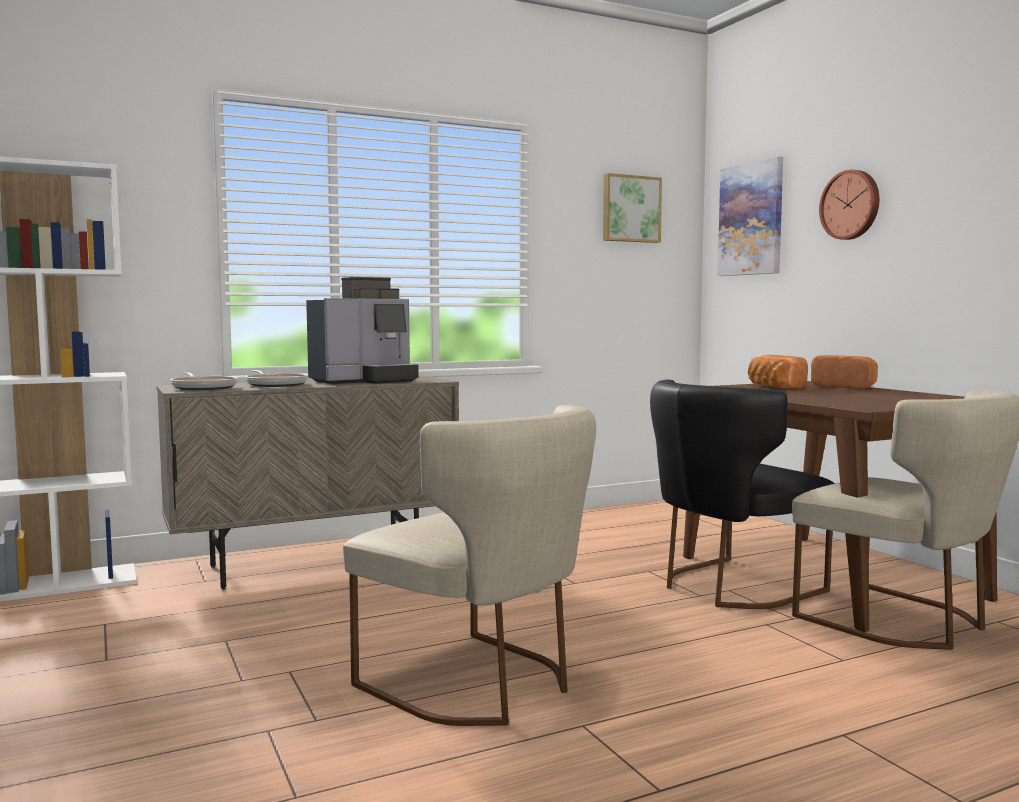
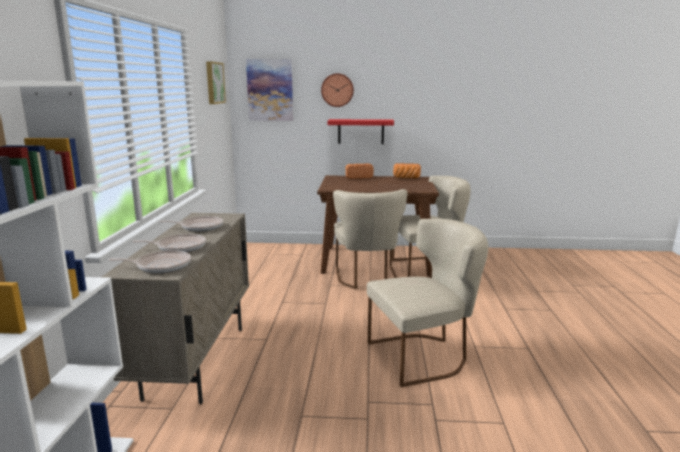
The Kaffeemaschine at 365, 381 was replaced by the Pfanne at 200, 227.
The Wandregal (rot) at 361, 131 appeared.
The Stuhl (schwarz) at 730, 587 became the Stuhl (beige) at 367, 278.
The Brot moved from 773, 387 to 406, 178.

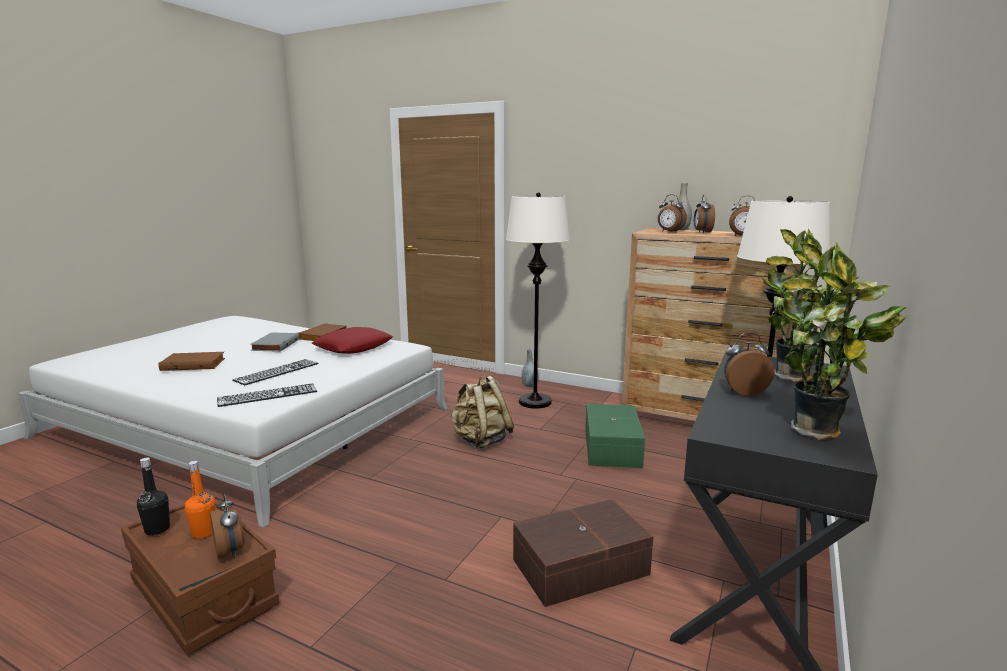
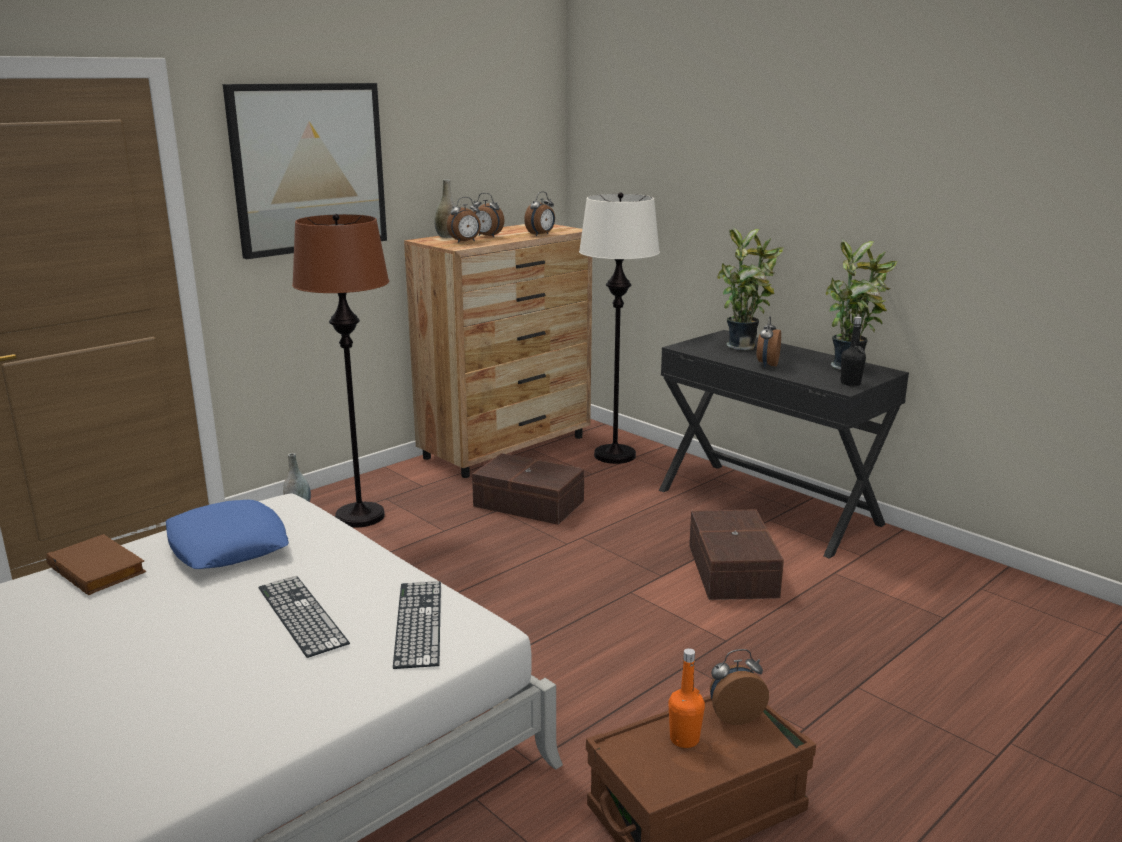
The Kissen (rot) at 354, 347 became the Kissen (blau) at 227, 545.
The Bild at 309, 168 appeared.
The Stehlampe (weiß) at 535, 402 became the Stehlampe (braun) at 360, 516.
The Aufbewahrungsbox (grün) at 610, 447 became the Aufbewahrungsbox (braun) at 529, 504.
The Flasche (schwarz) moved from 157, 529 to 850, 383.
The Buch (braun) at 194, 364 disappeared.
The Buch (grau) at 275, 345 disappeared.
The Rucksack (beige) at 481, 441 disappeared.

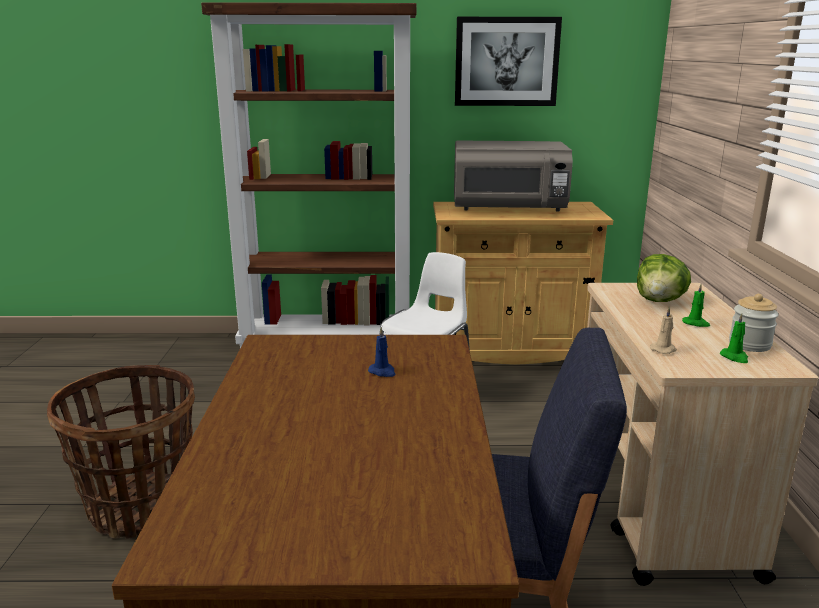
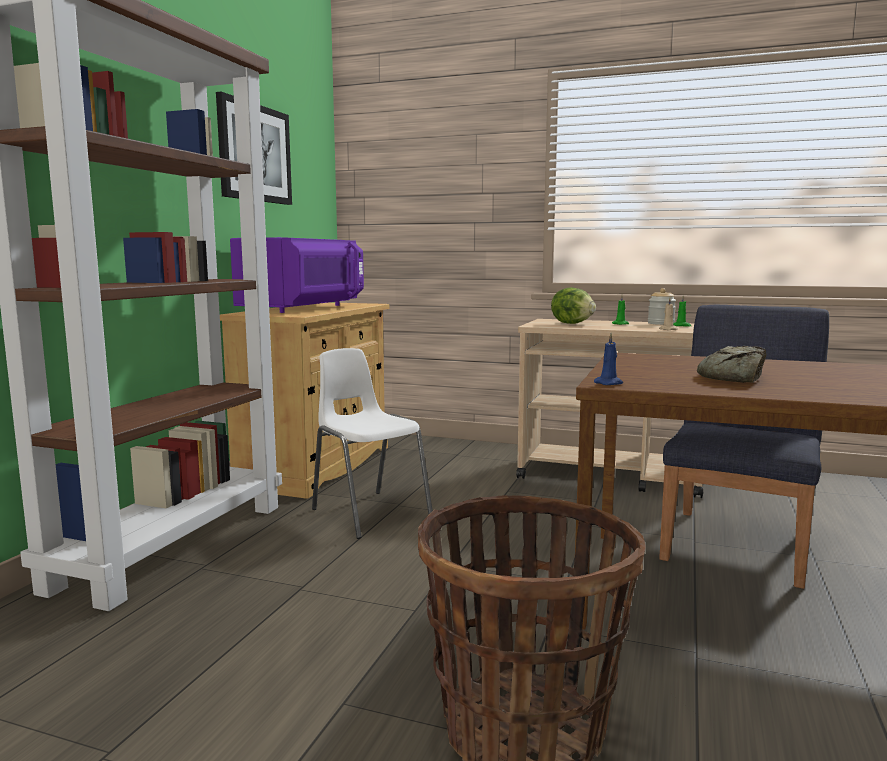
The Mikrowelle (grau) at 508, 209 became the Mikrowelle (lila) at 303, 308.
The Kerze (blau) moved from 382, 372 to 609, 383.
The Brot at 733, 378 appeared.

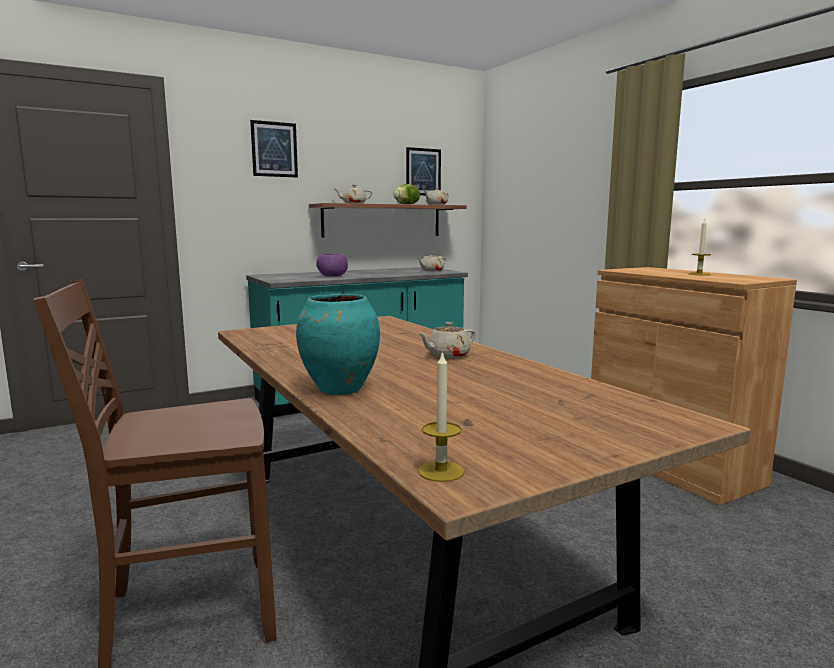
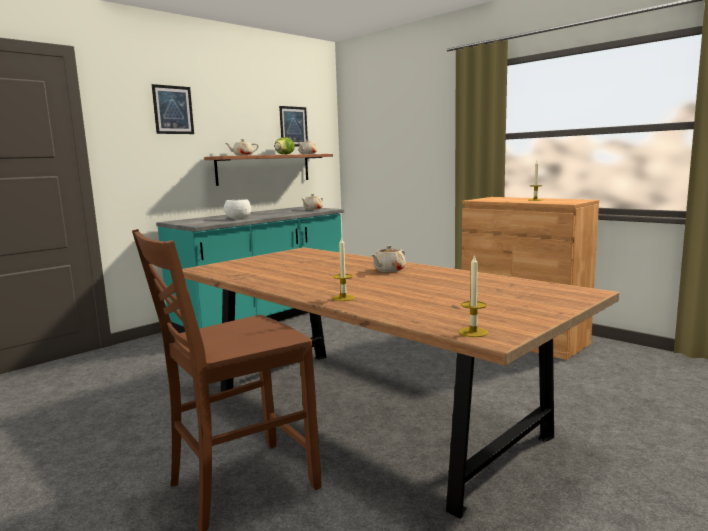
The Schüssel (lila) at 333, 276 became the Schüssel (weiß) at 238, 218.
The Vase (türkis) at 340, 389 was replaced by the Kerze at 343, 298.

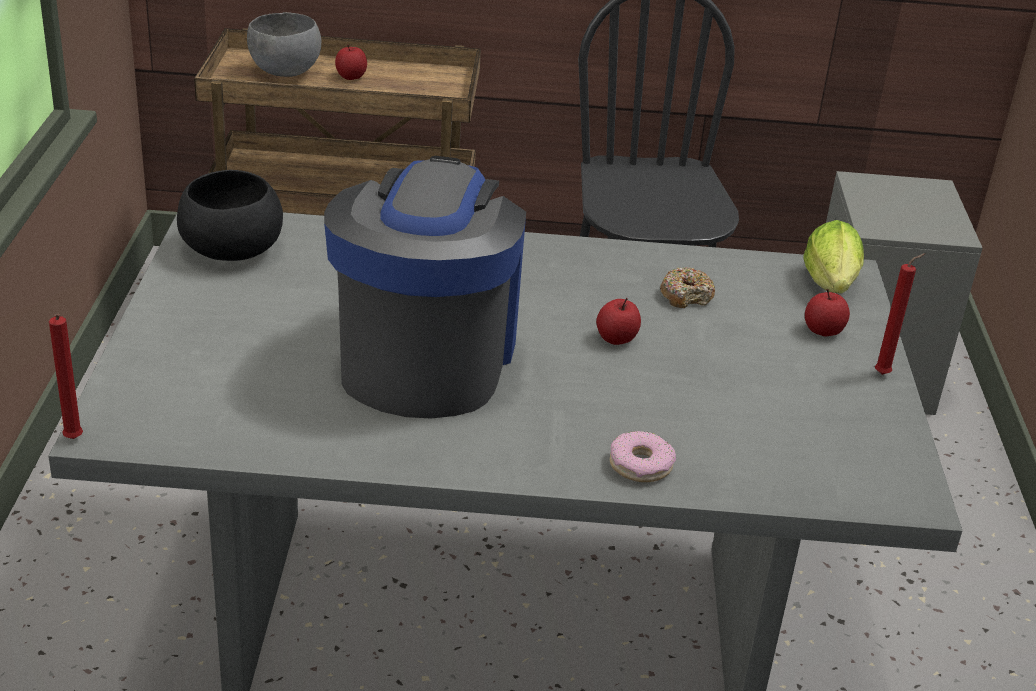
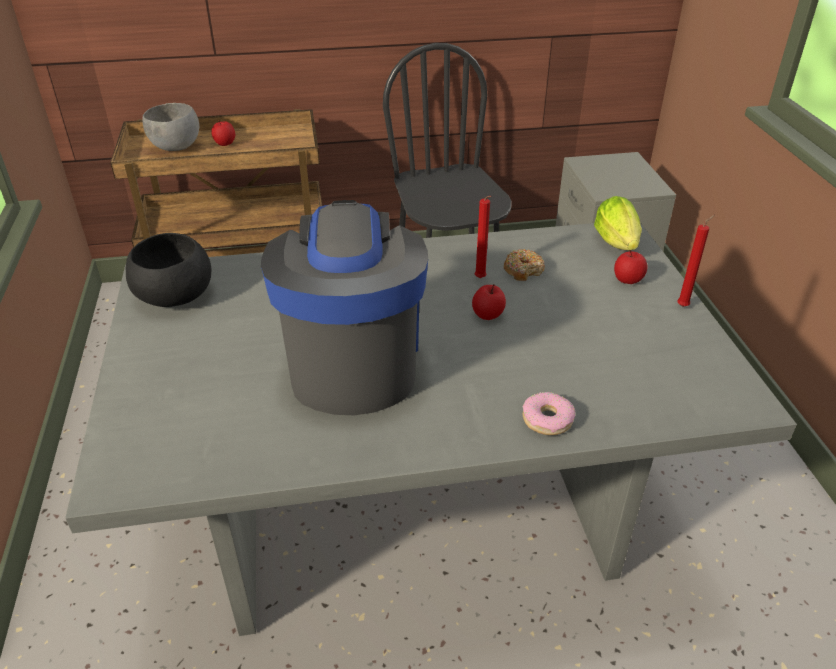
The Kerze (rot) moved from 73, 441 to 481, 279.

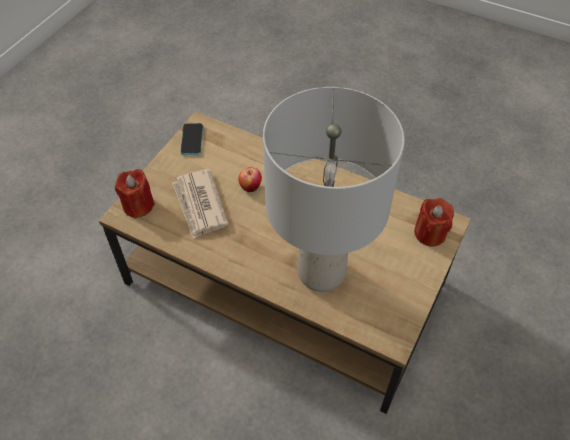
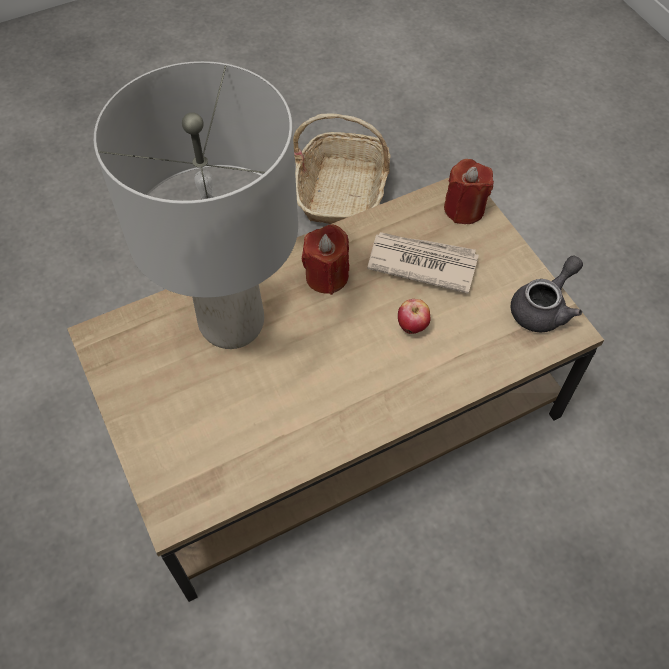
The Korb at 342, 191 appeared.
The Kerze (rot) moved from 430, 233 to 327, 276.
The Handy at 192, 140 was replaced by the Teekanne (grau) at 544, 307.

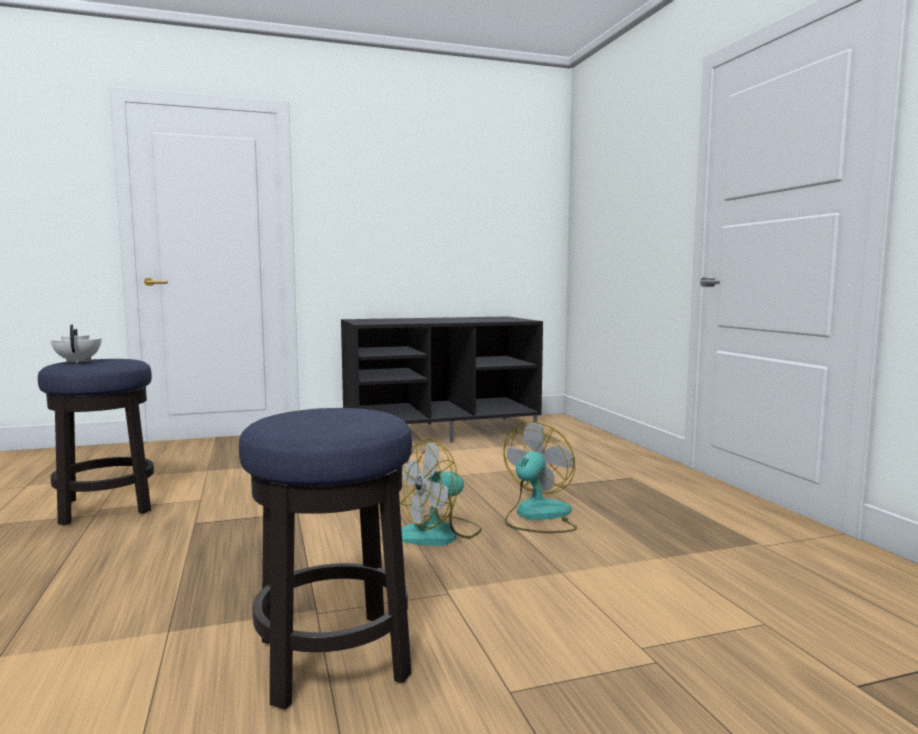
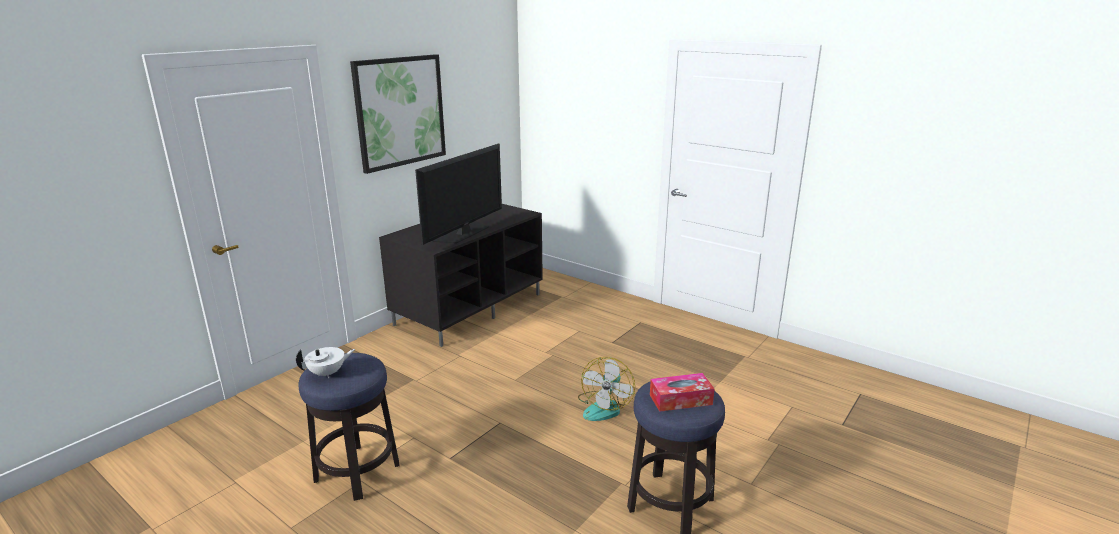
The Teekanne (weiß) at 78, 361 turned 120 degrees clockwise.
The Bild at 400, 112 appeared.
The Fernseher at 464, 233 appeared.
The Taschentuchbox at 680, 399 appeared.
The Ventilator at 537, 516 disappeared.

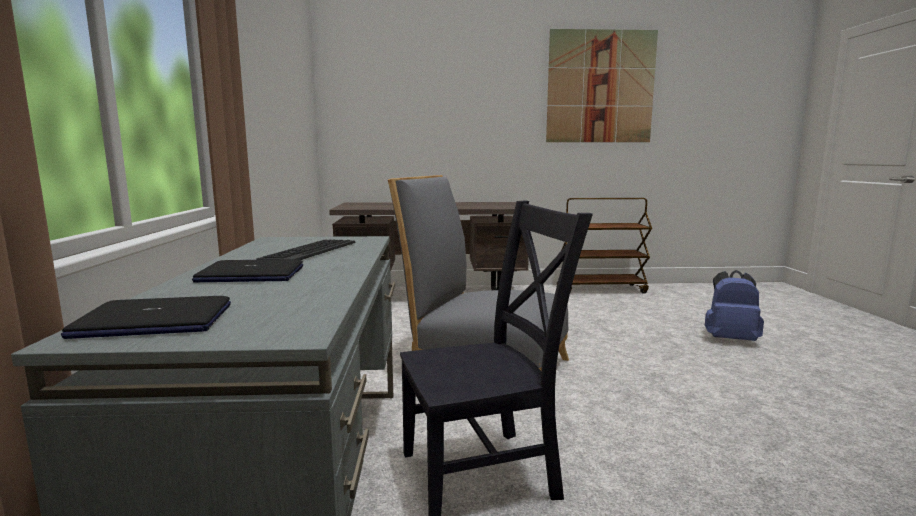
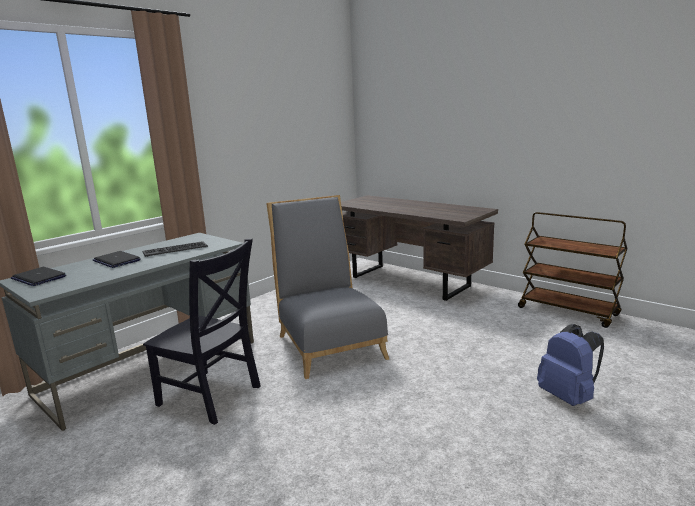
The Bild at 600, 87 disappeared.

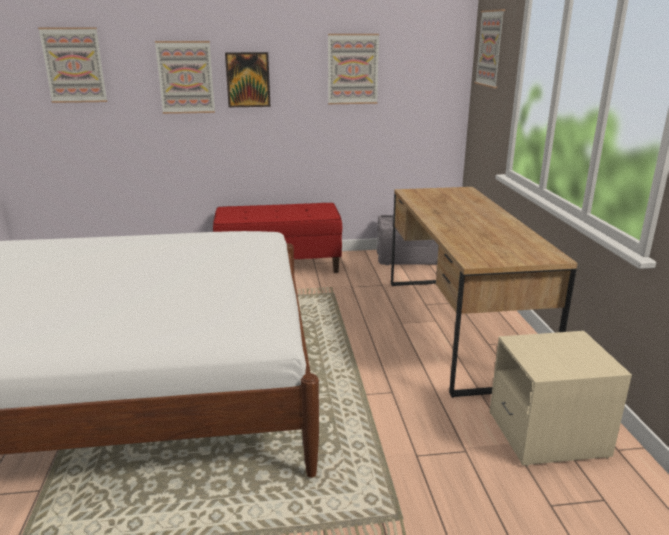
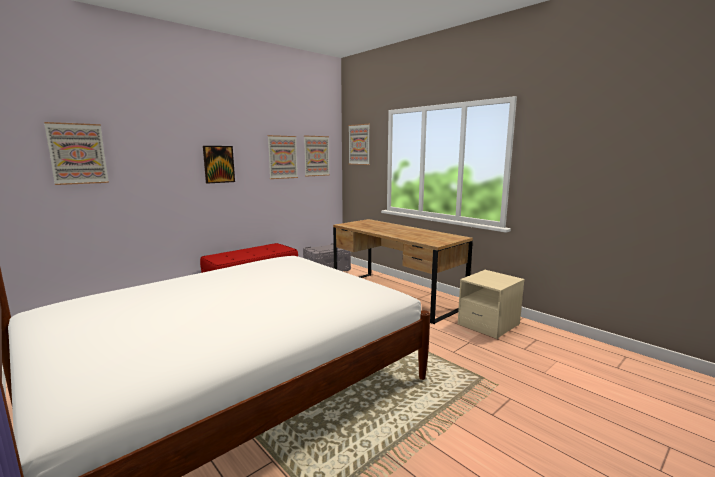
The Bild moved from 186, 77 to 316, 156.

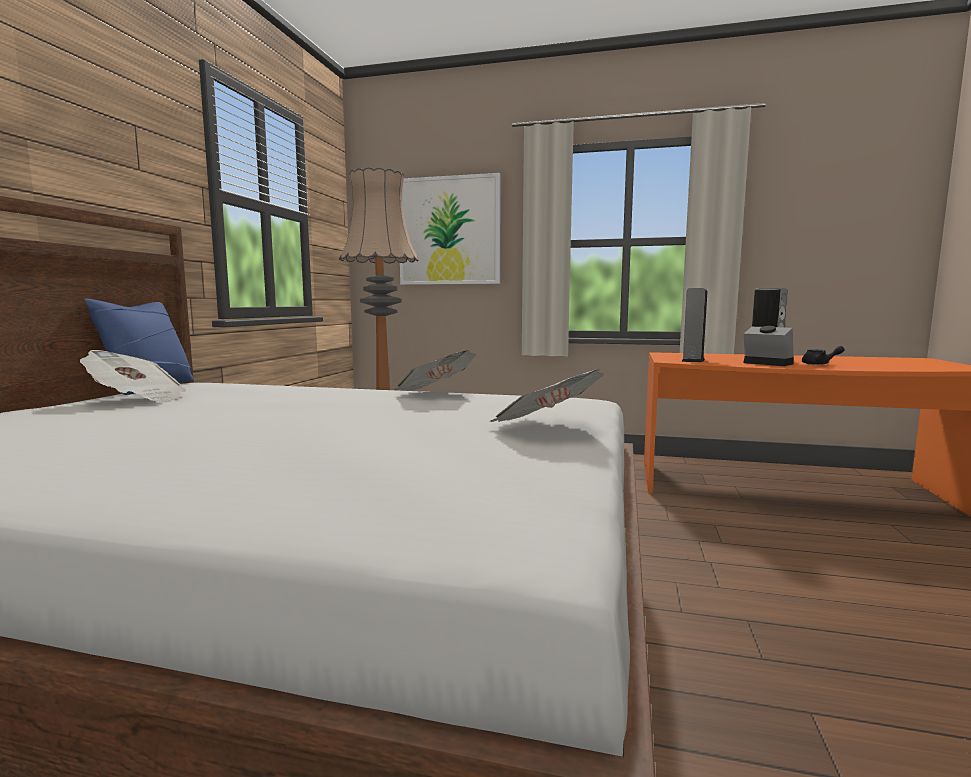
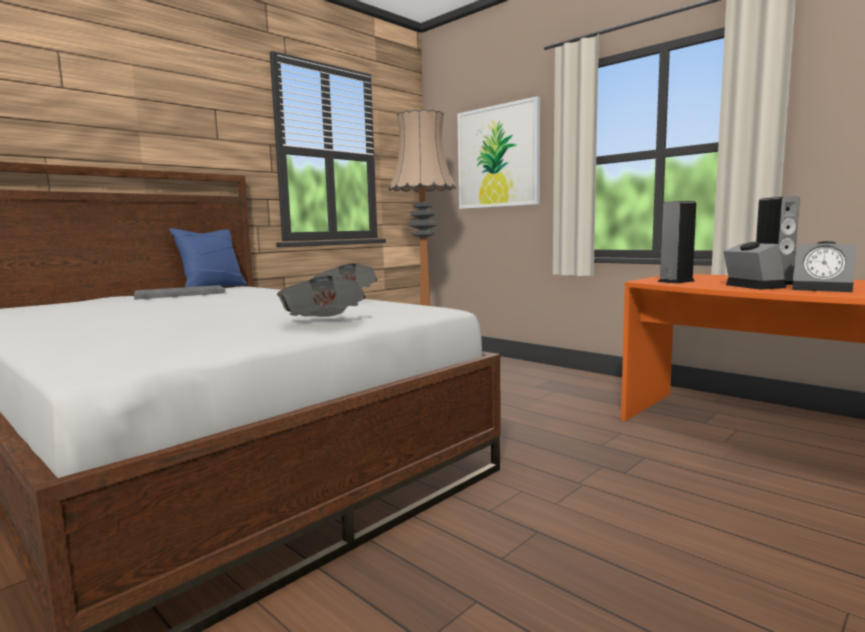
The Zeitung at 138, 400 was replaced by the Tablett (grau) at 181, 294.
The Teekanne (schwarz) at 819, 364 was replaced by the Wecker at 824, 289.

